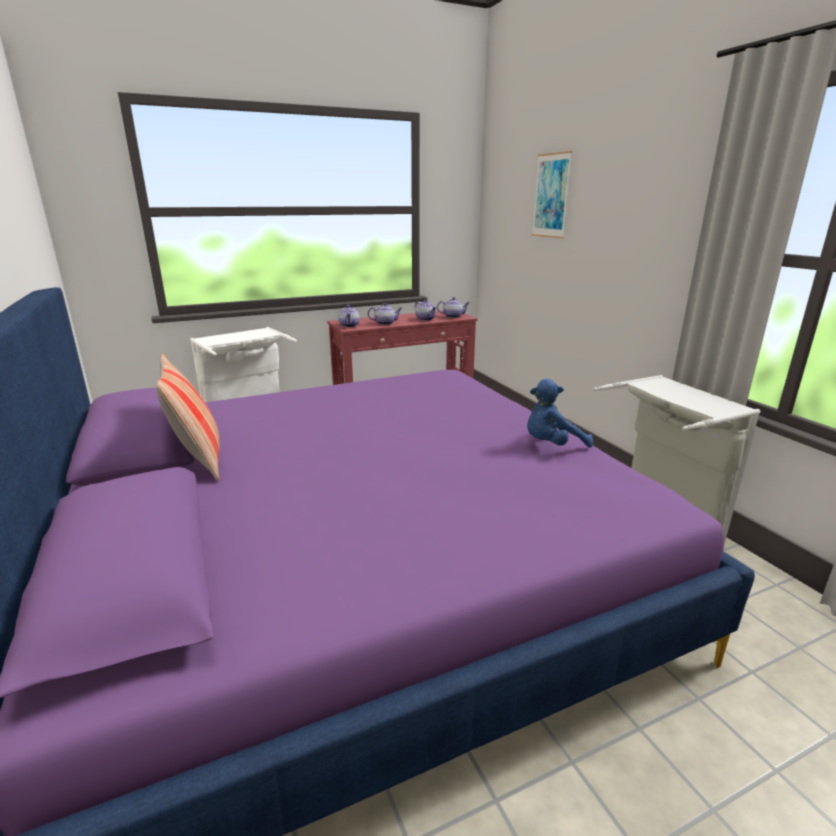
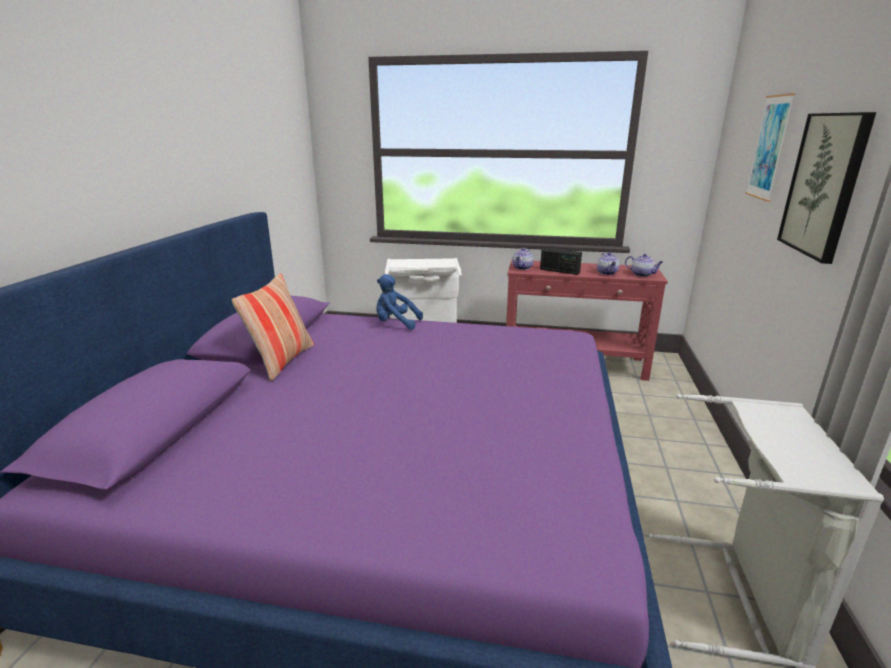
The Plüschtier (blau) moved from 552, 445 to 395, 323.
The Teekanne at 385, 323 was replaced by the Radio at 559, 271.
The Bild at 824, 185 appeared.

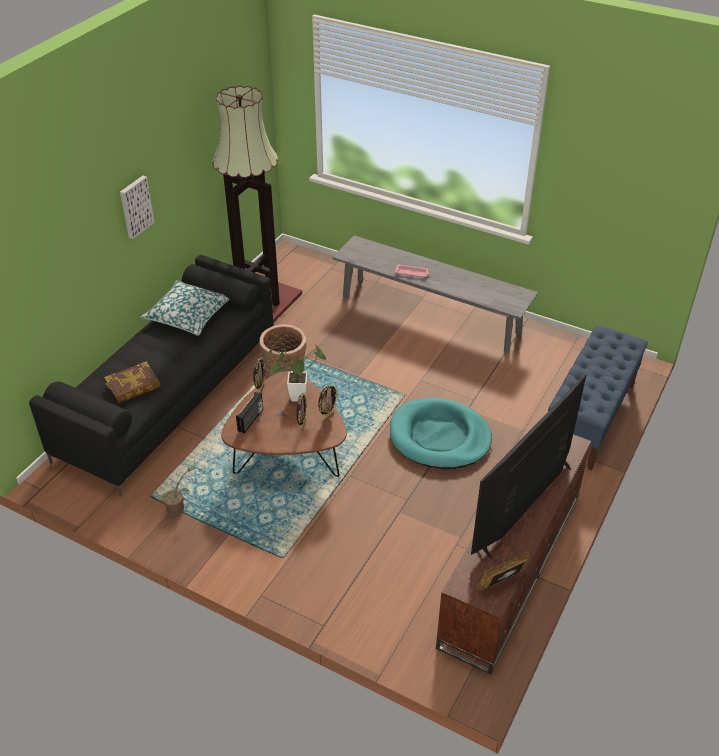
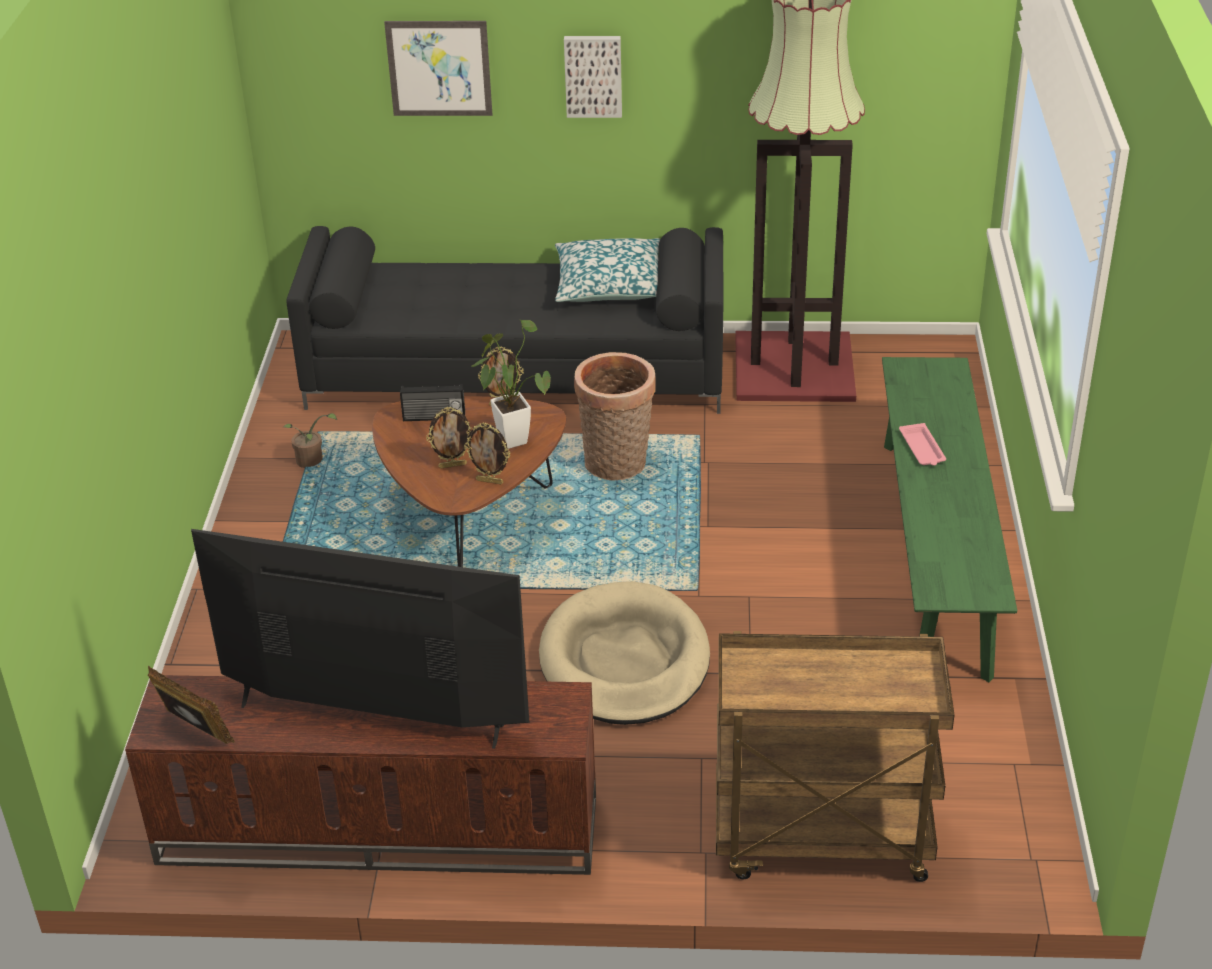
The Bild at 439, 68 appeared.
The Hundebett (türkis) at 439, 437 became the Hundebett (beige) at 624, 661.
The Bank (blau) at 589, 418 was replaced by the Rollwagen (braun) at 820, 840.
The Bank (grau) at 430, 315 became the Bank (grün) at 934, 553.
The Buch at 133, 386 disappeared.

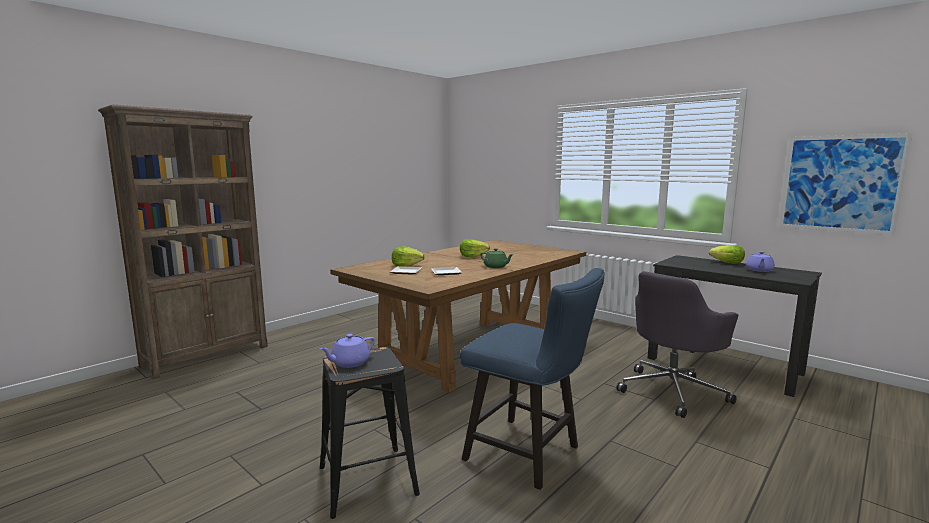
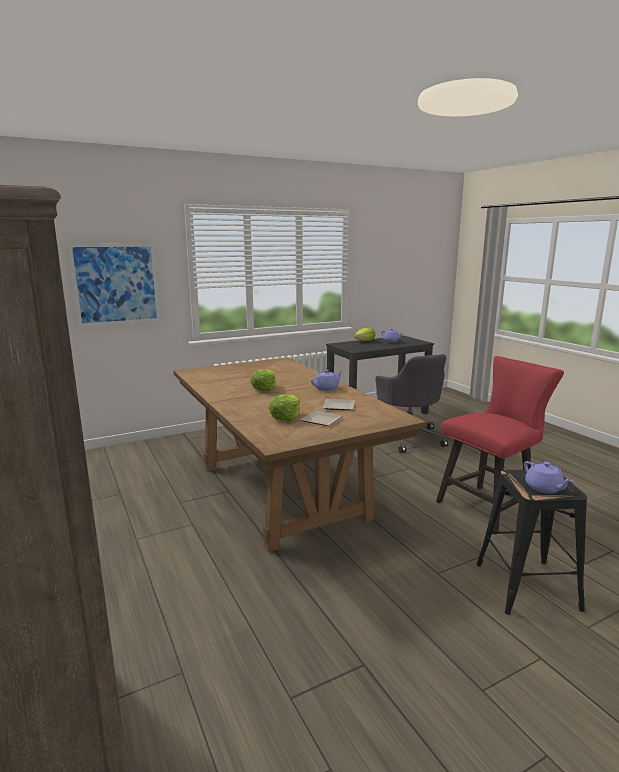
The Bild moved from 840, 183 to 116, 284.
The Teekanne (grün) at 496, 267 became the Teekanne (lila) at 326, 388.
The Stuhl (blau) at 530, 455 became the Stuhl (rot) at 489, 506.

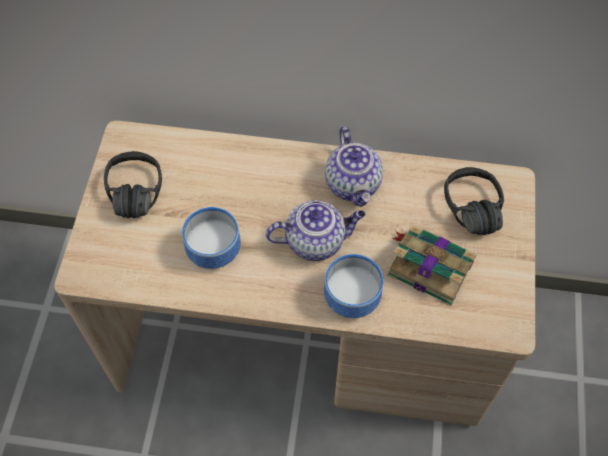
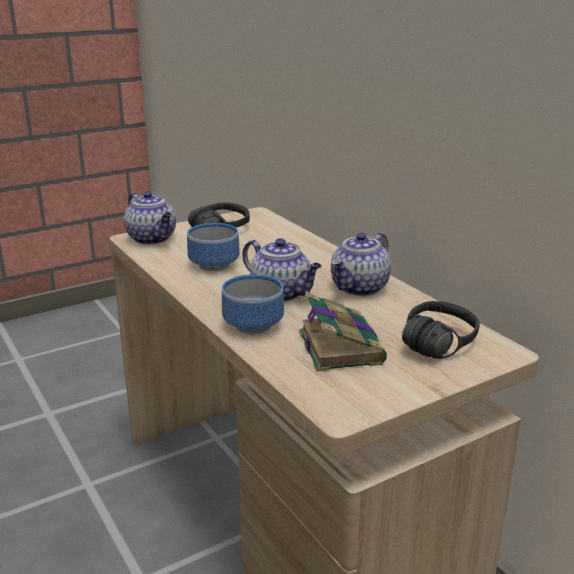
The Teekanne at 153, 239 appeared.

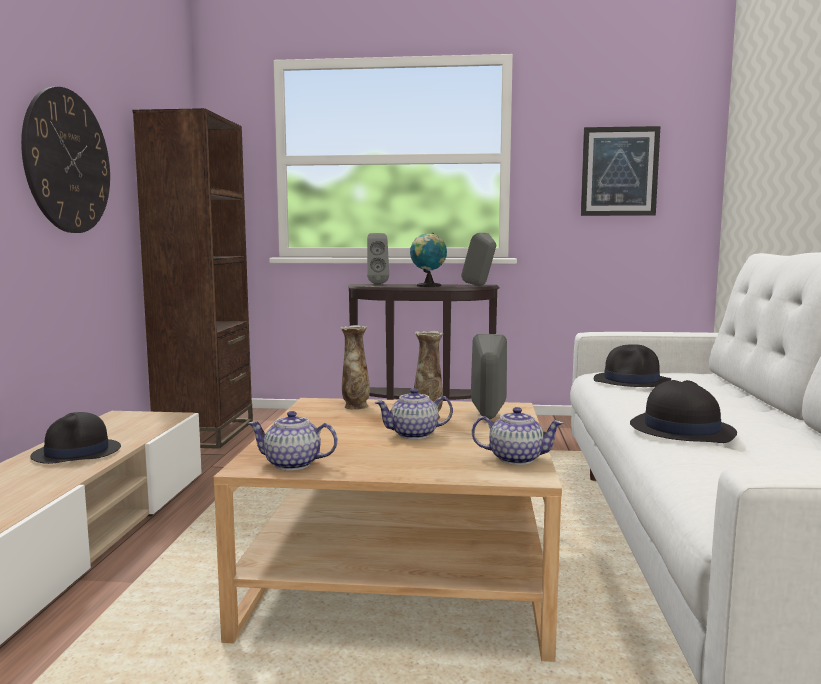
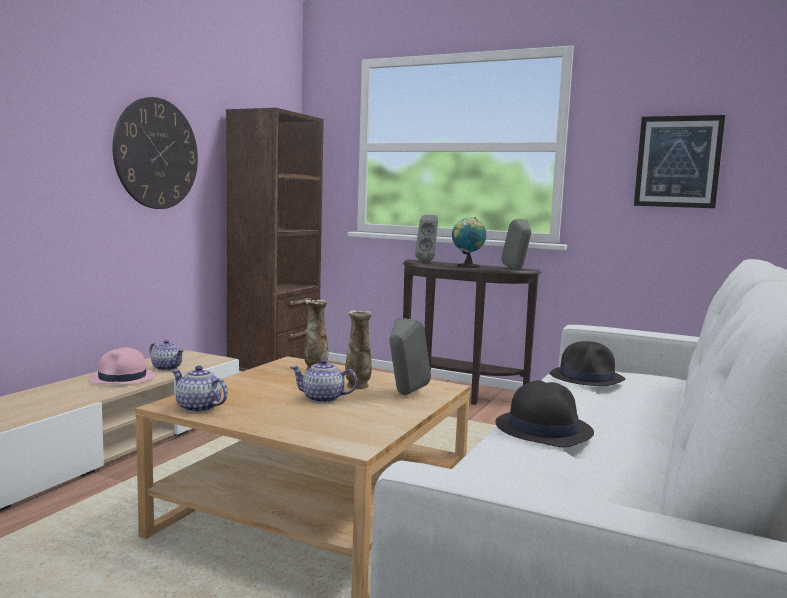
The Hut (schwarz) at 77, 453 became the Hut (rosa) at 122, 378.
The Teekanne moved from 515, 458 to 167, 368.

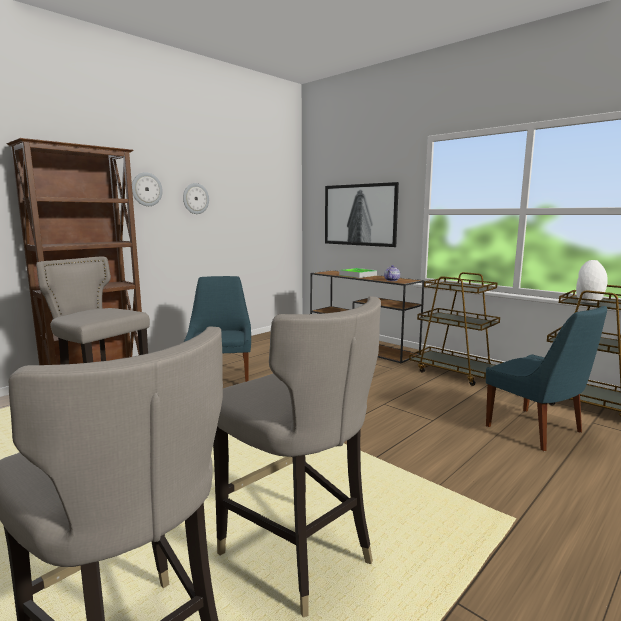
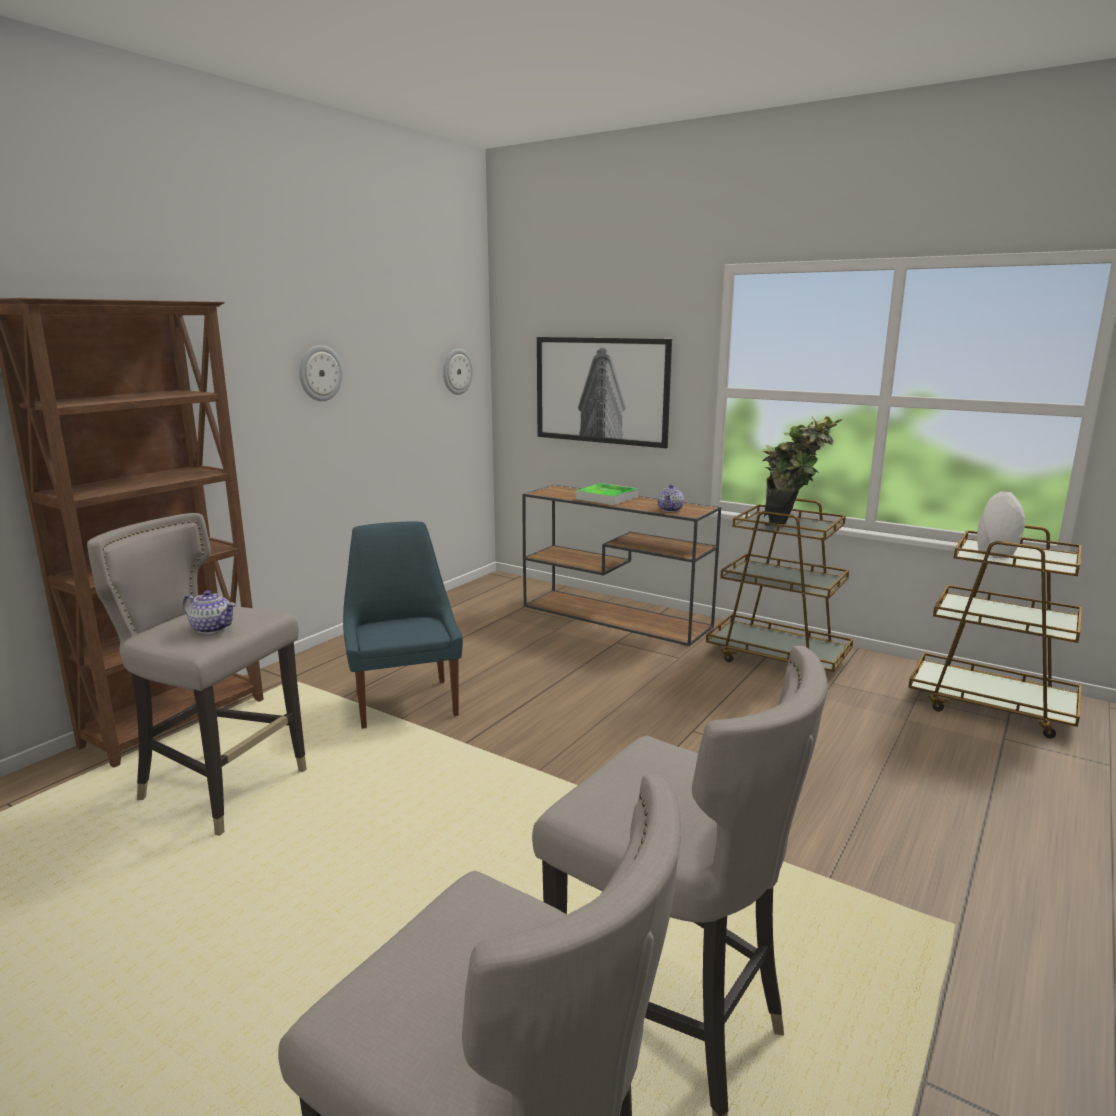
The Teekanne at 212, 628 appeared.
The Wanduhr moved from 146, 189 to 457, 371.
The Topfpflanze at 792, 529 appeared.
The Stuhl (blau) at 537, 430 disappeared.

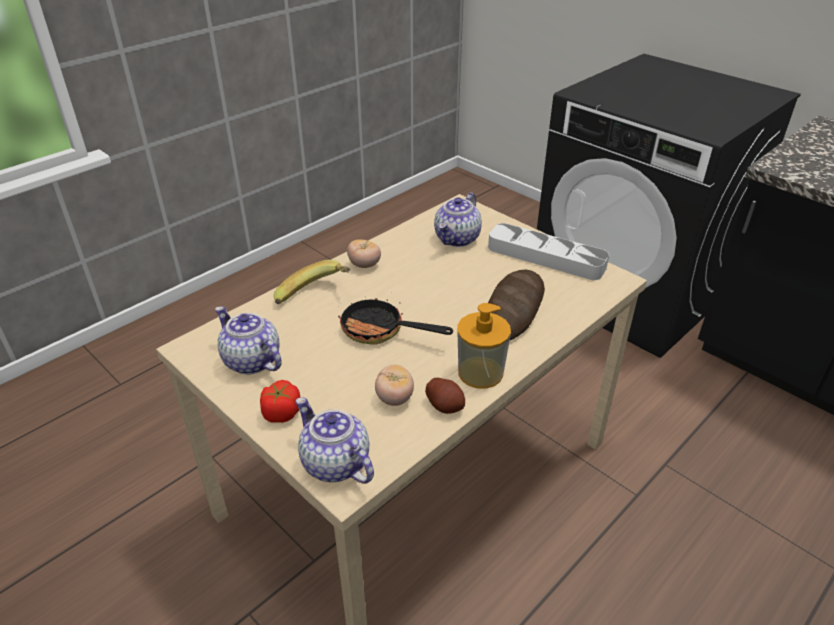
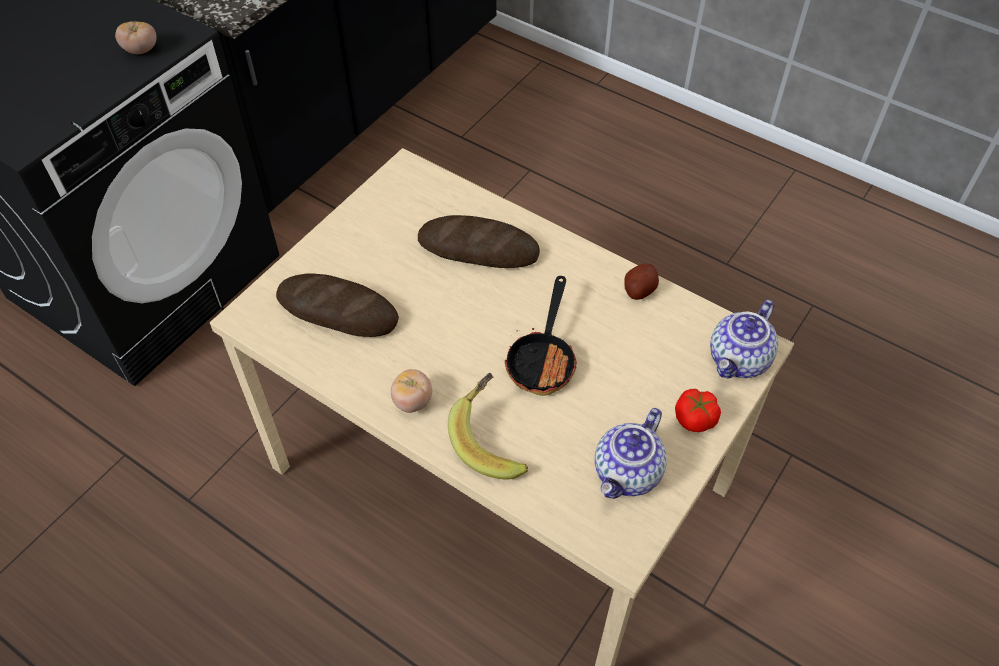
The Tomate moved from 394, 398 to 141, 50.
The Teekanne at 457, 239 was replaced by the Brot at 337, 310.
The Seifenspender at 480, 372 disappeared.
The Tablett (grau) at 546, 257 disappeared.

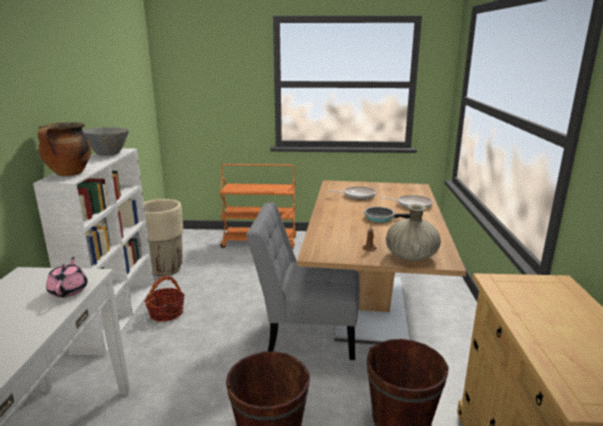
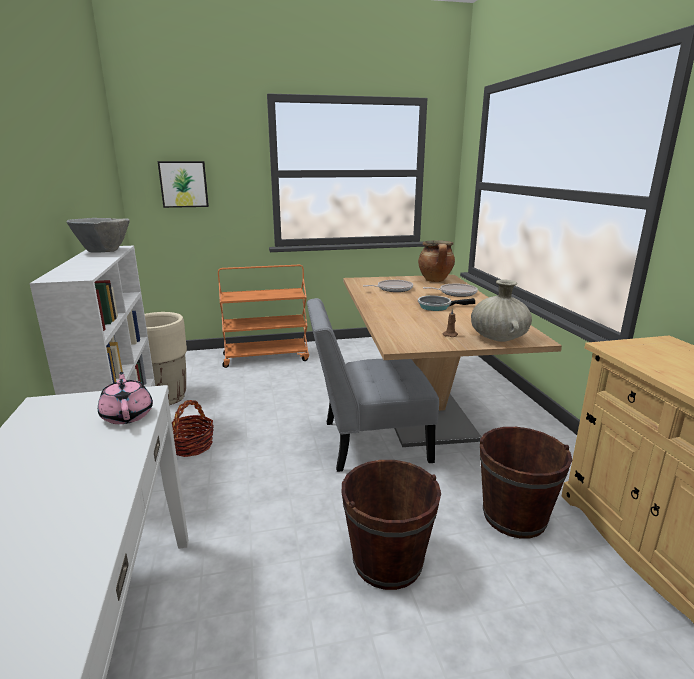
The Bild at 184, 184 appeared.
The Kochtopf moved from 69, 174 to 435, 280.

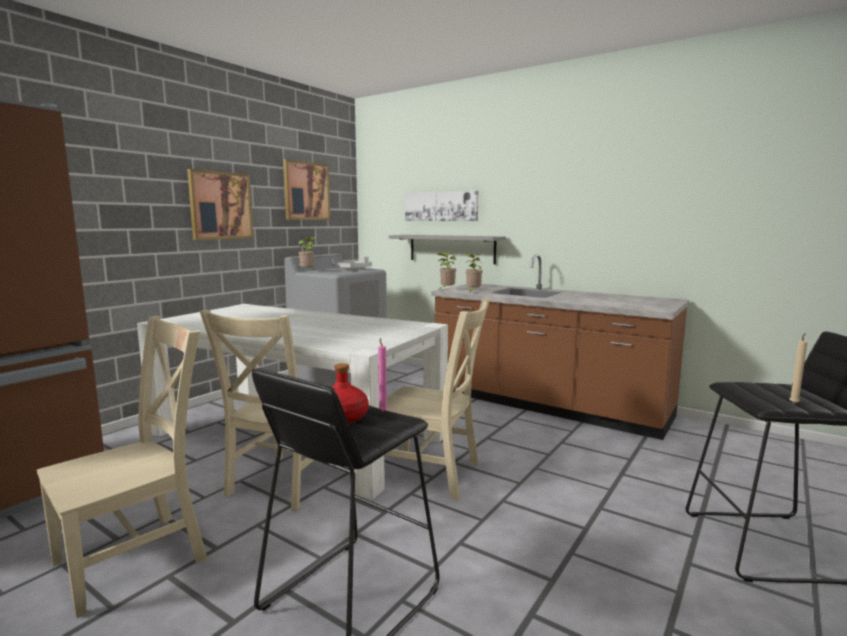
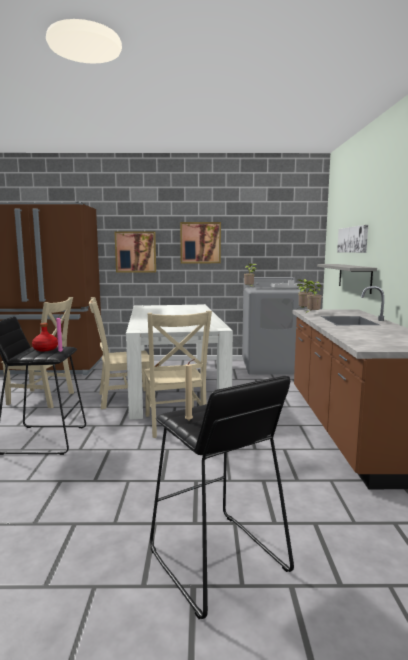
The Bild moved from 306, 191 to 135, 252.

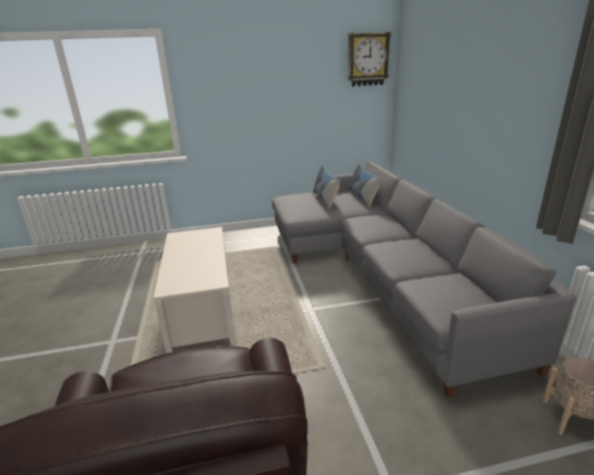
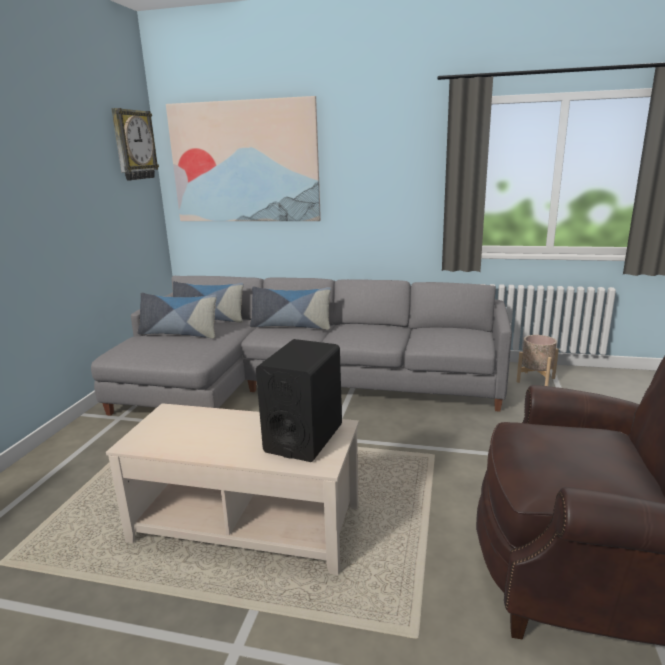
The Bild at 244, 162 appeared.
The Kissen at 291, 326 appeared.
The Lautsprecher (schwarz) at 304, 438 appeared.

